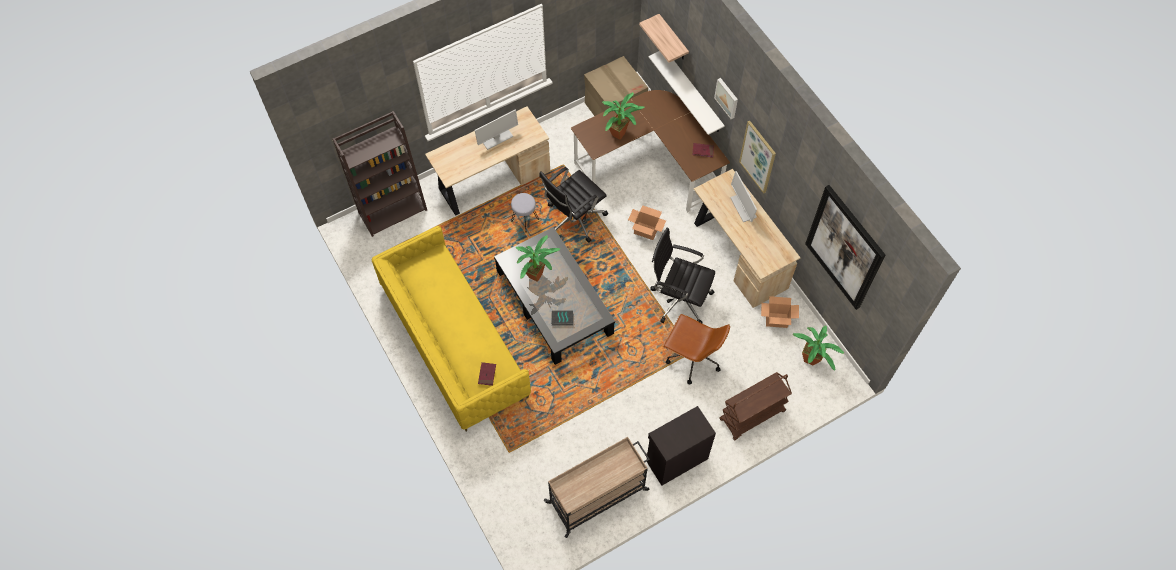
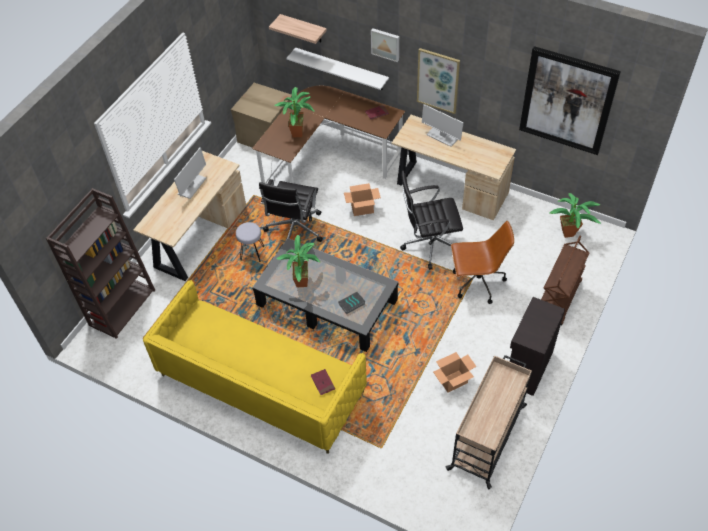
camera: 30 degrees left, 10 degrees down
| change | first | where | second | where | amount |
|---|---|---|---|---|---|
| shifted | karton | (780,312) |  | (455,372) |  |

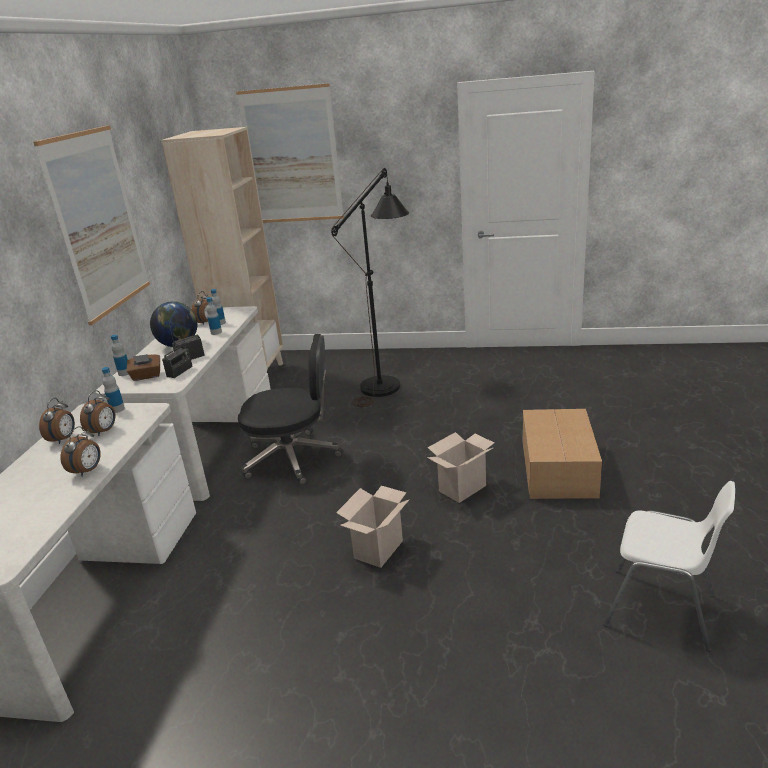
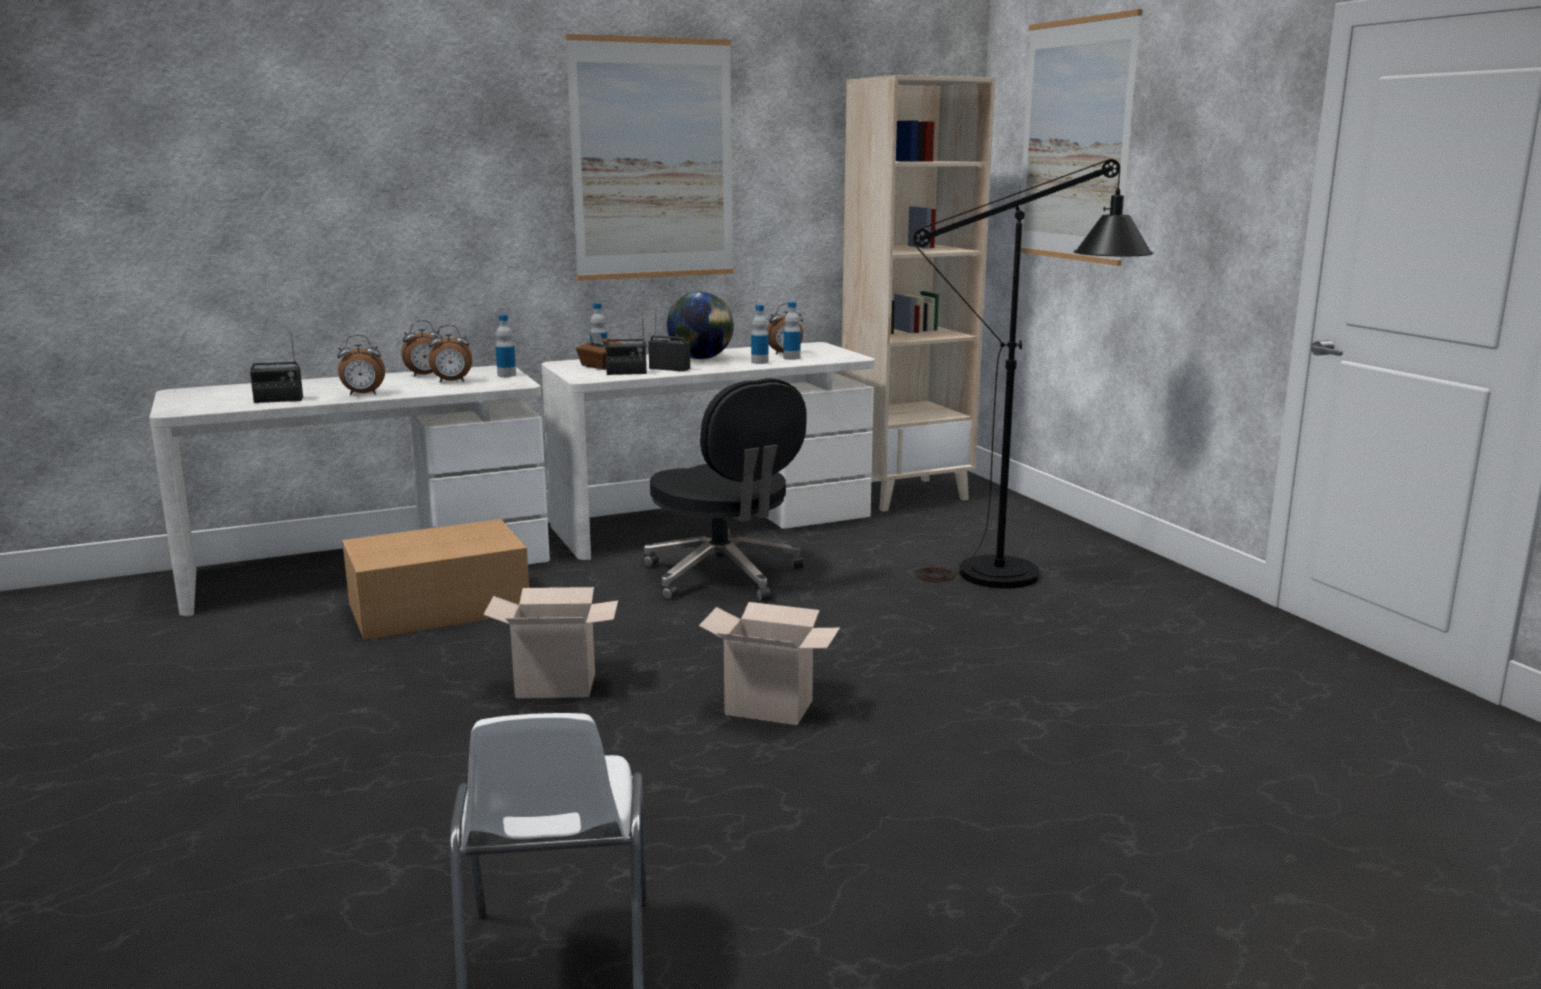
camera: 55 degrees right, 10 degrees down
| change | first | where | second | where | amount |
|---|---|---|---|---|---|
| new |  |  | radio | (276,368) |  |
| shifted | karton | (562,454) |  | (435,579) |  |

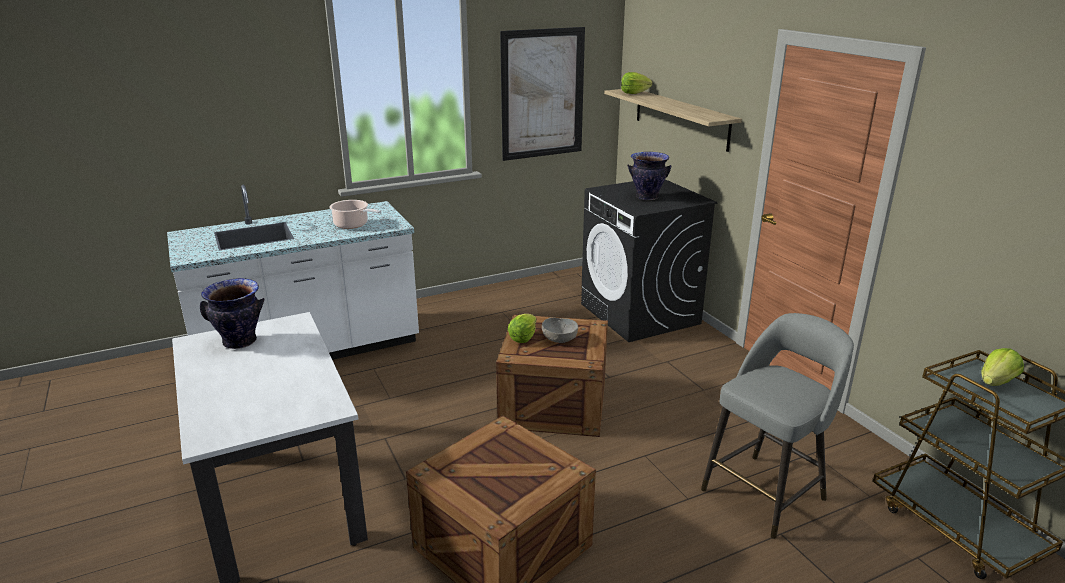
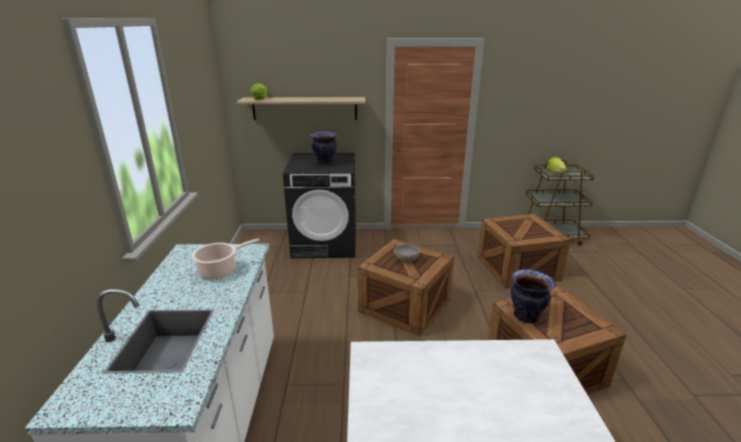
camera: 65 degrees left, 0 degrees up
| change | first | where | second | where | amount |
|---|---|---|---|---|---|
| gone | obraz | (542,94) |  |  |  |
| gone | sałata | (522,328) |  |  |  |
| shifted | wazon | (232,313) |  | (533,296) |  |
| swapped | stołek [szary] | (777,426) | skrzynka | (524,251) |  |

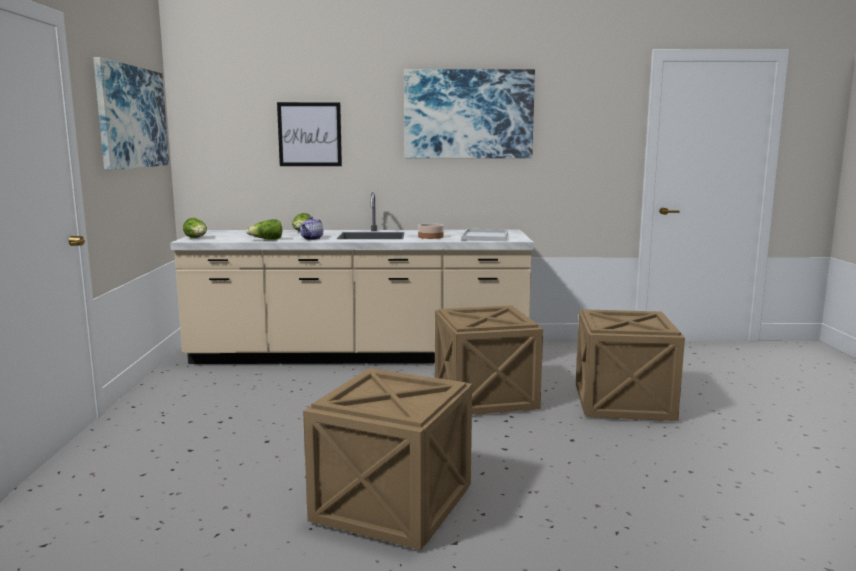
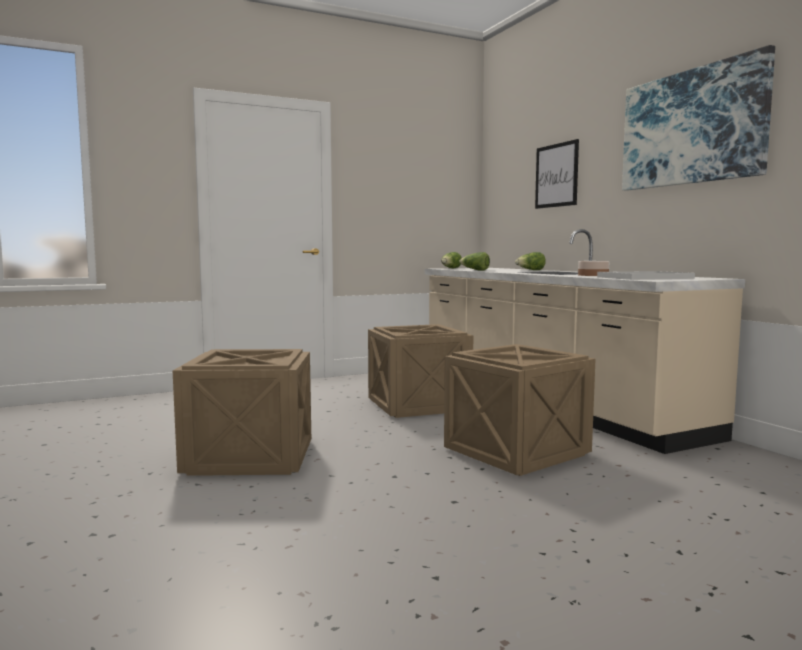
camera: 65 degrees right, 5 degrees down
| change | first | where | second | where | amount |
|---|---|---|---|---|---|
| gone | obraz | (131,113) |  |  |  |
| gone | imbryk | (311,228) |  |  |  |
| shifted | skrzynka | (630,365) |  | (420,371) |  |

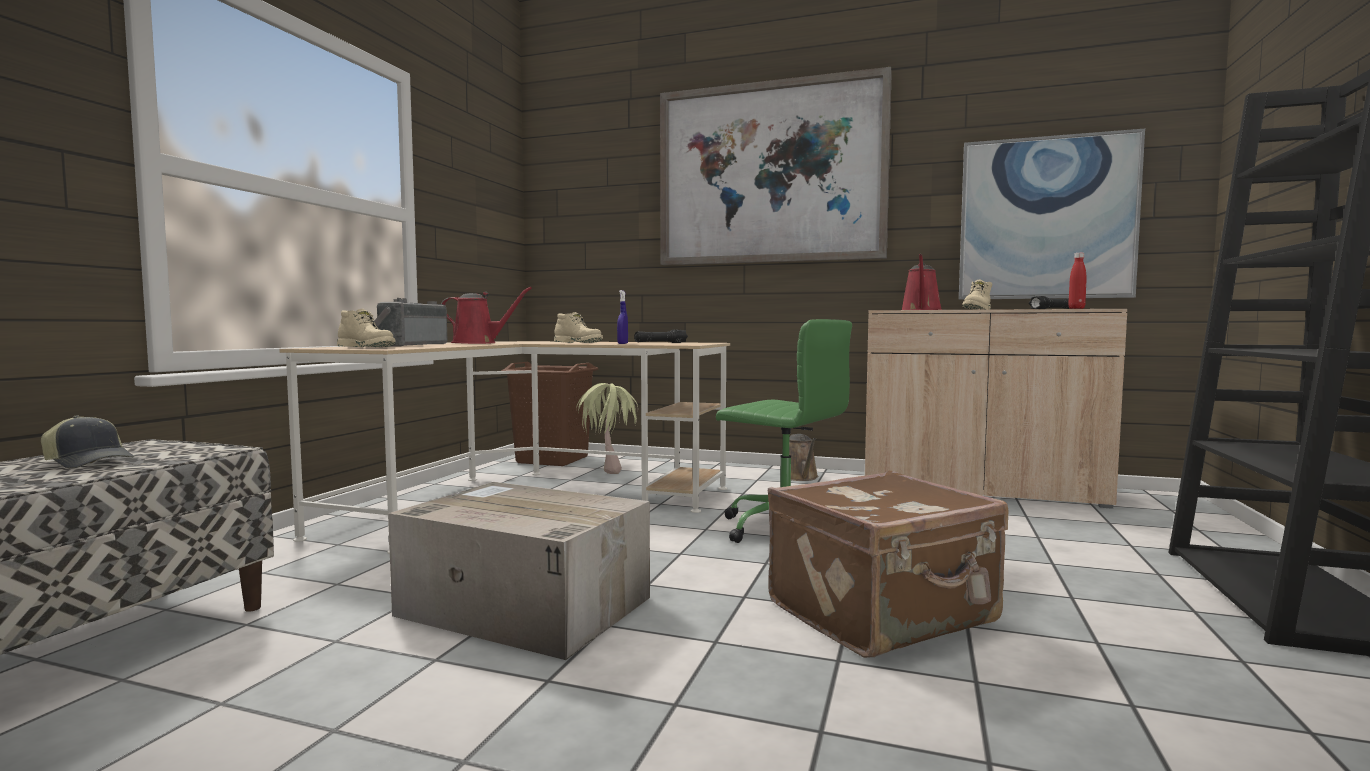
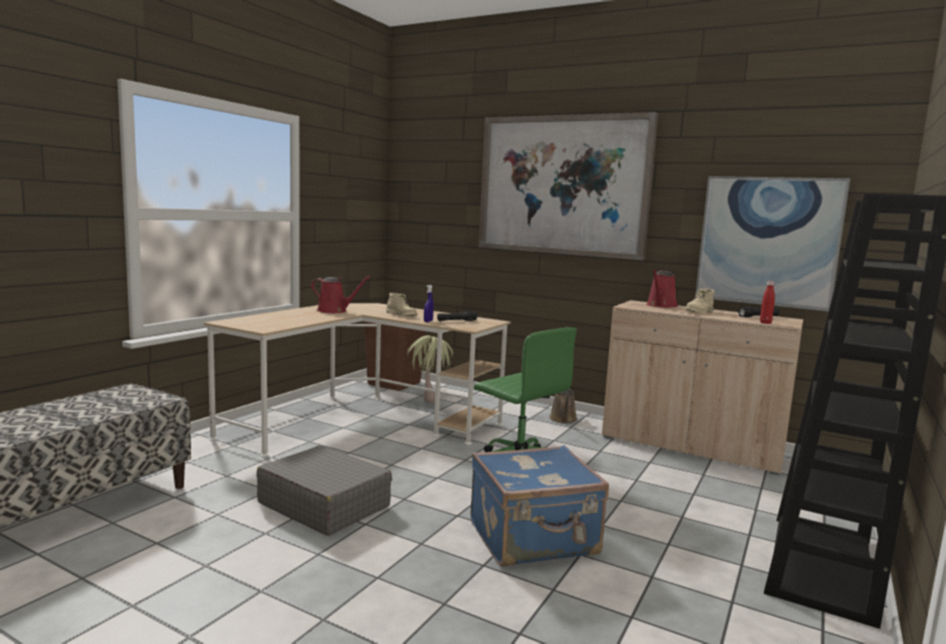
camera: 10 degrees right, 5 degrees up
| change | first | where | second | where | amount |
|---|---|---|---|---|---|
| gone | czapka z daszkiem | (87,441) |  |  |  |
| gone | but z cholewką [beżowy] | (366,328) |  |  |  |
| gone | radio | (410,322) |  |  |  |
| swapped | karton | (519,571) | walizka [szary] | (324,490) |  |
| repainted | walizka [brązowy] | (888,564) | walizka [niebieski] | (540,506) |  |

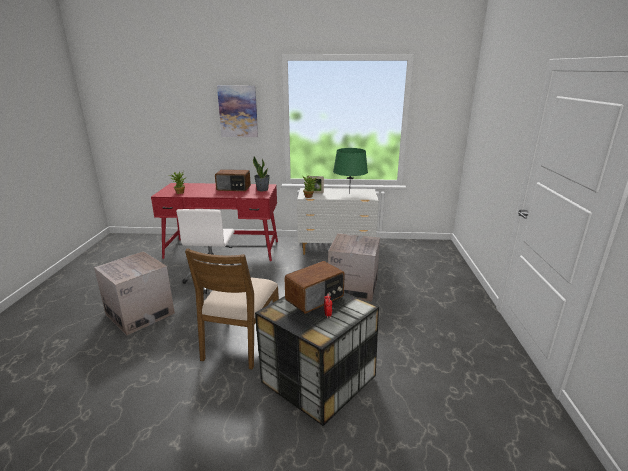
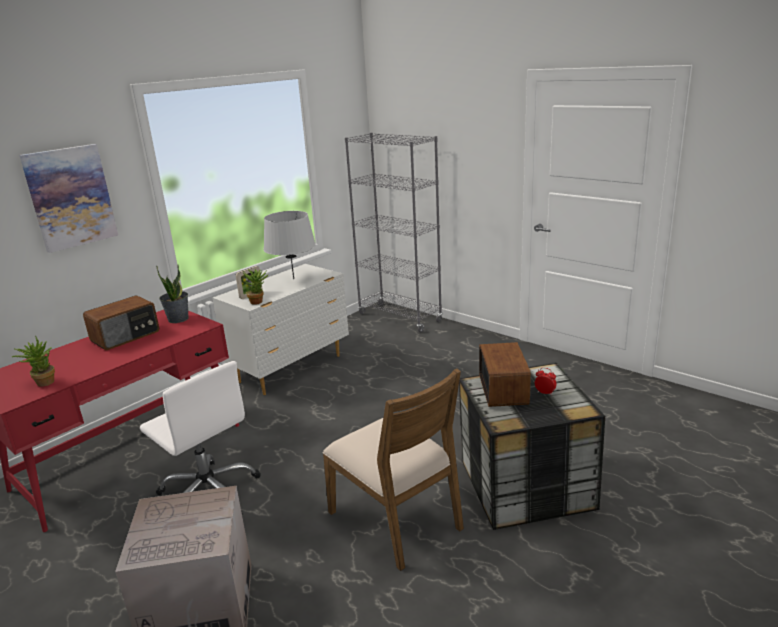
camera: 50 degrees left, 0 degrees up
| change | first | where | second | where | amount |
|---|---|---|---|---|---|
| gone | karton | (354,267) |  |  |  |
| new |  |  | regał [szary] | (393,232) |  |
| repainted | lampa stołowa [zielony] | (350,171) | lampa stołowa [szary] | (290,245) |  |

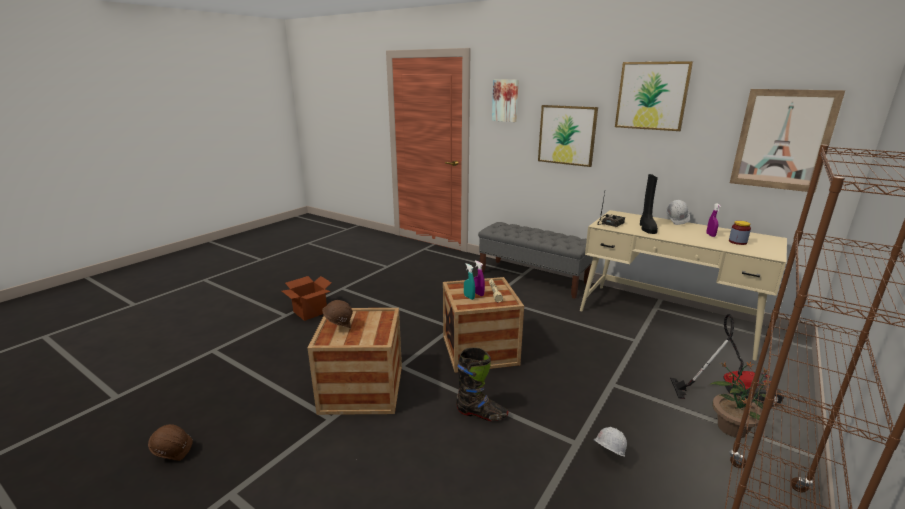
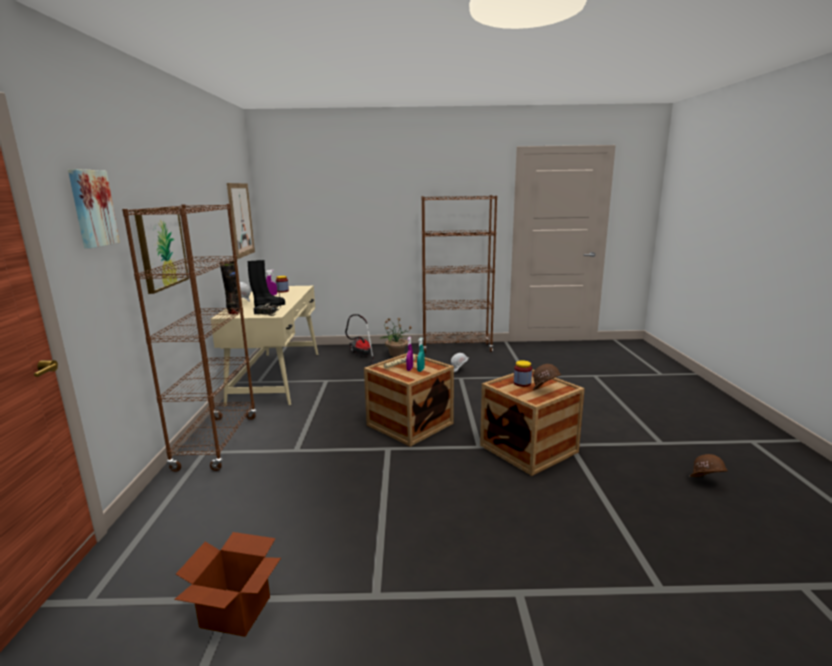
camera: 125 degrees left, 5 degrees down
| change | first | where | second | where | amount |
|---|---|---|---|---|---|
| gone | obraz | (654,96) |  |  |  |
| new |  |  | słoik | (523,373) |  |
| shifted | karton | (306,298) |  | (227,584) |  |
| shifted | but z cholewką [czarny] | (482,384) |  | (229,287) |  |
| swapped | ławka [szary] | (535,260) | regał [brązowy] | (189,338) |  |

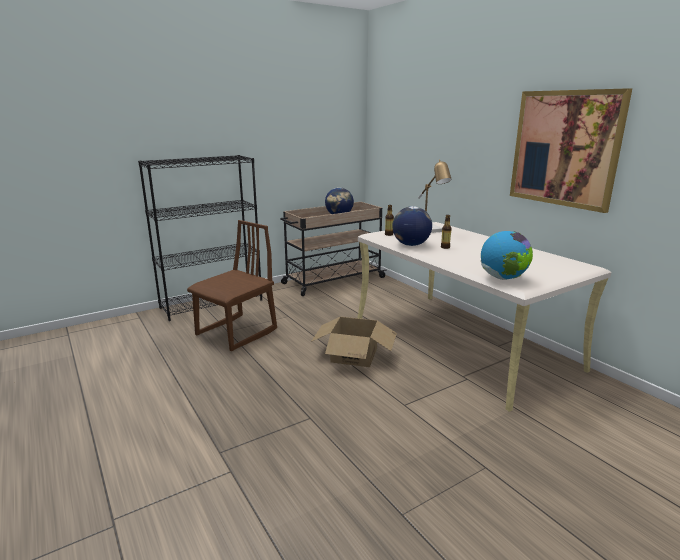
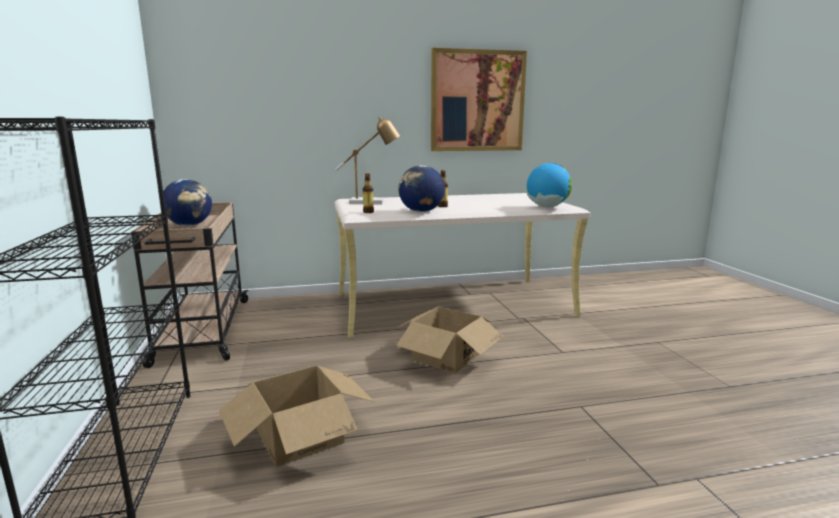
camera: 70 degrees left, 5 degrees down
| change | first | where | second | where | amount |
|---|---|---|---|---|---|
| swapped | krzesło [brązowy] | (232,285) | karton | (296,416) |  |

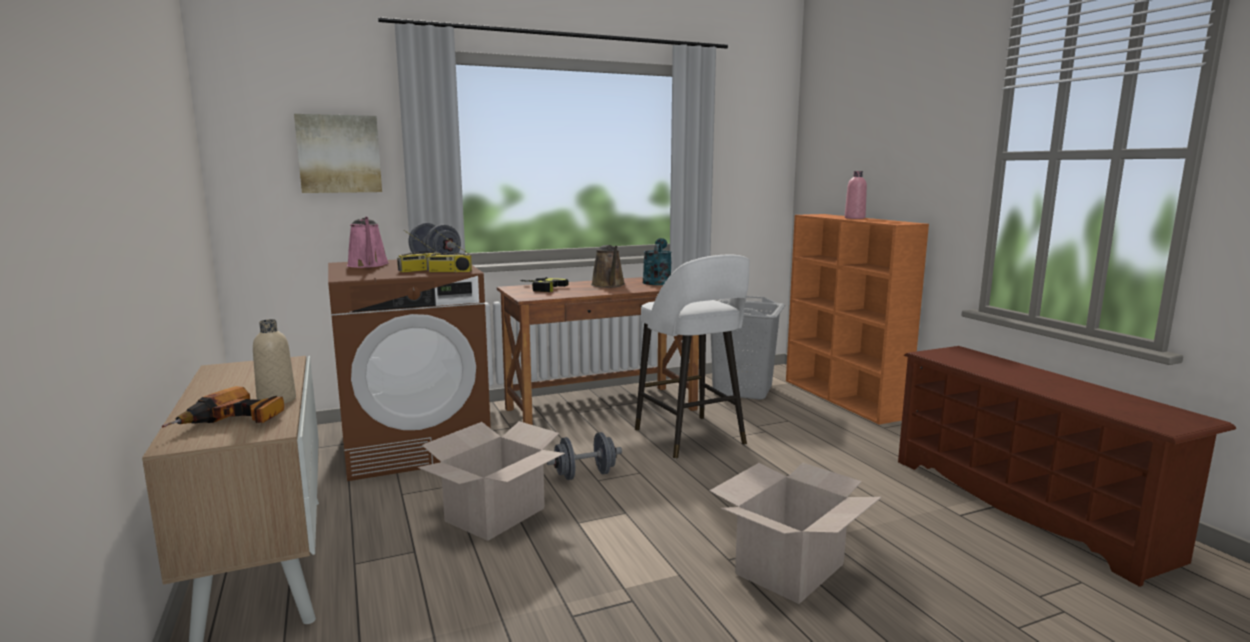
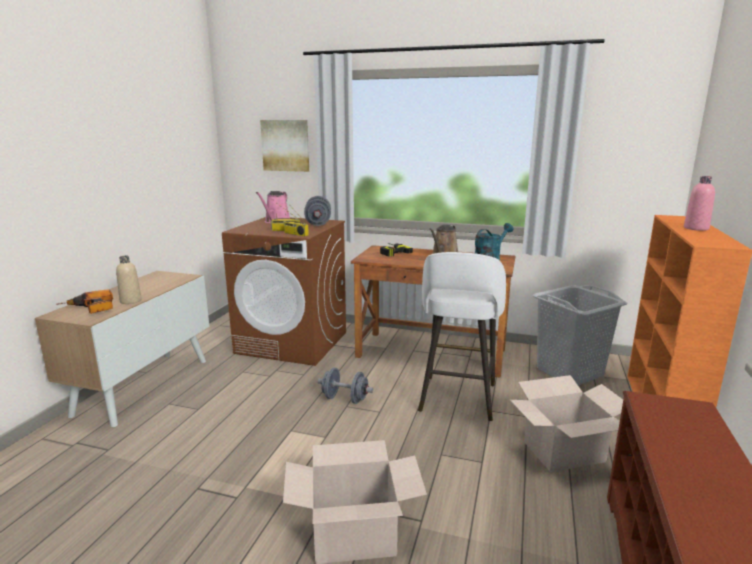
camera: 40 degrees right, 5 degrees up
| change | first | where | second | where | amount |
|---|---|---|---|---|---|
| shifted | karton | (491,481) |  | (566,423) |  |

